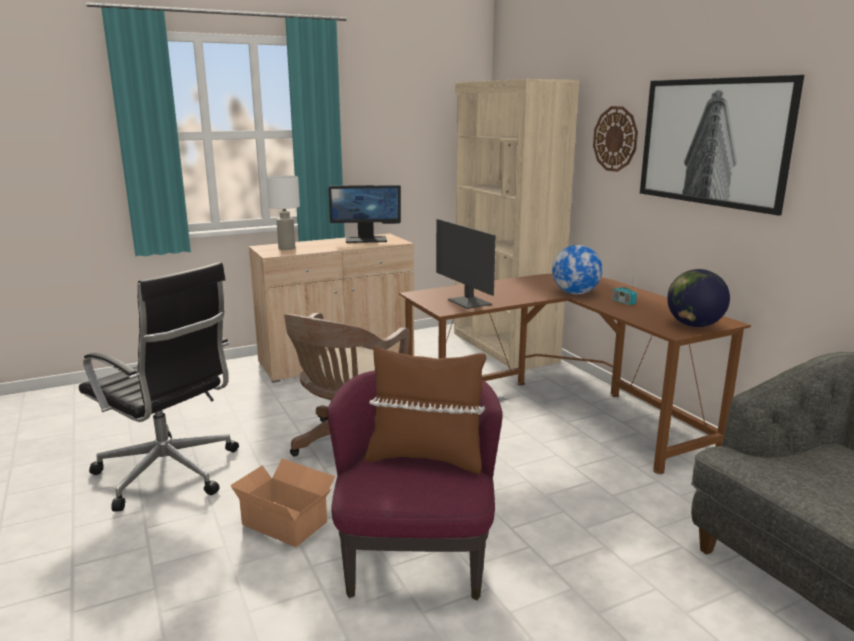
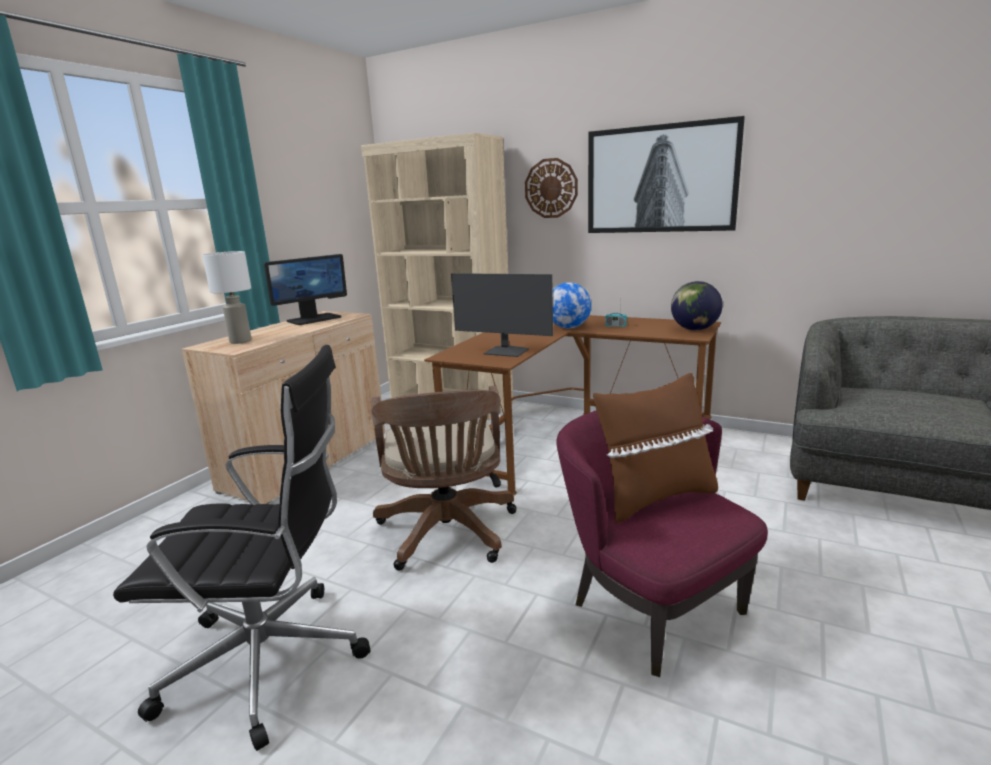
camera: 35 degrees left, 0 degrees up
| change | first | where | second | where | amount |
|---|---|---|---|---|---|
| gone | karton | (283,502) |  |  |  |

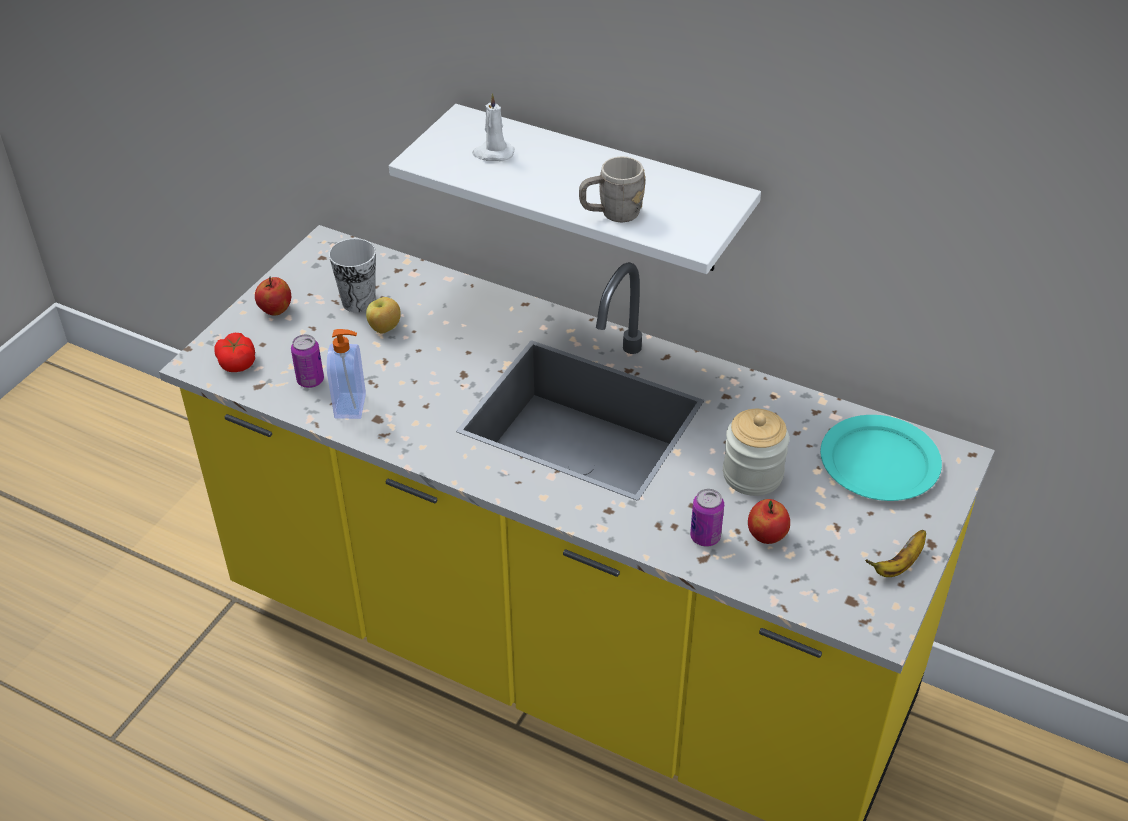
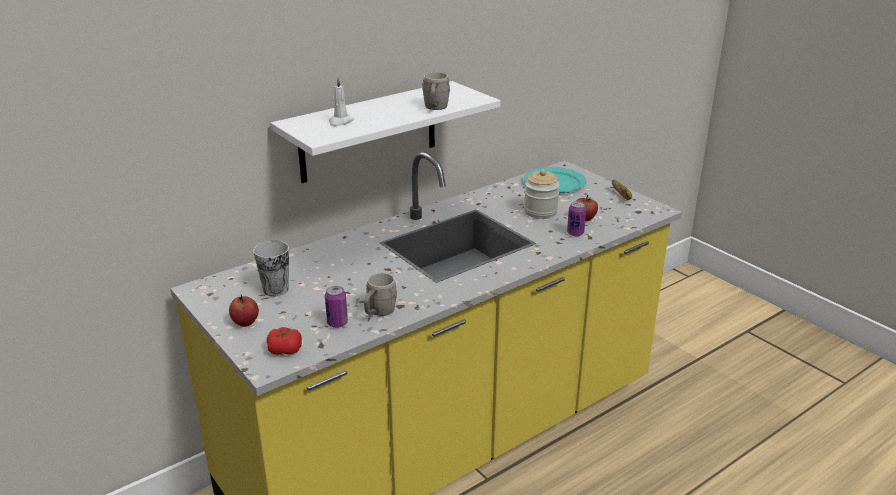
camera: 65 degrees left, 15 degrees down
| change | first | where | second | where | amount |
|---|---|---|---|---|---|
| gone | jabłko | (383,315) |  |  |  |
| swapped | dozownik mydła | (346,374) | kubek [szary] | (380,294) |  |

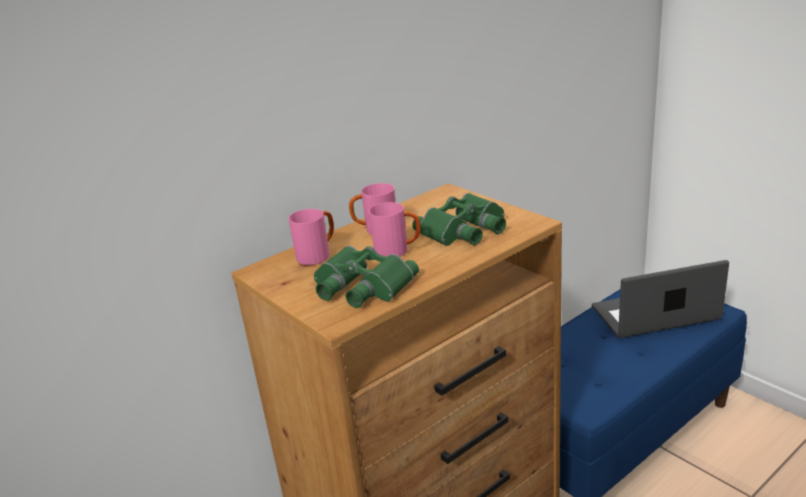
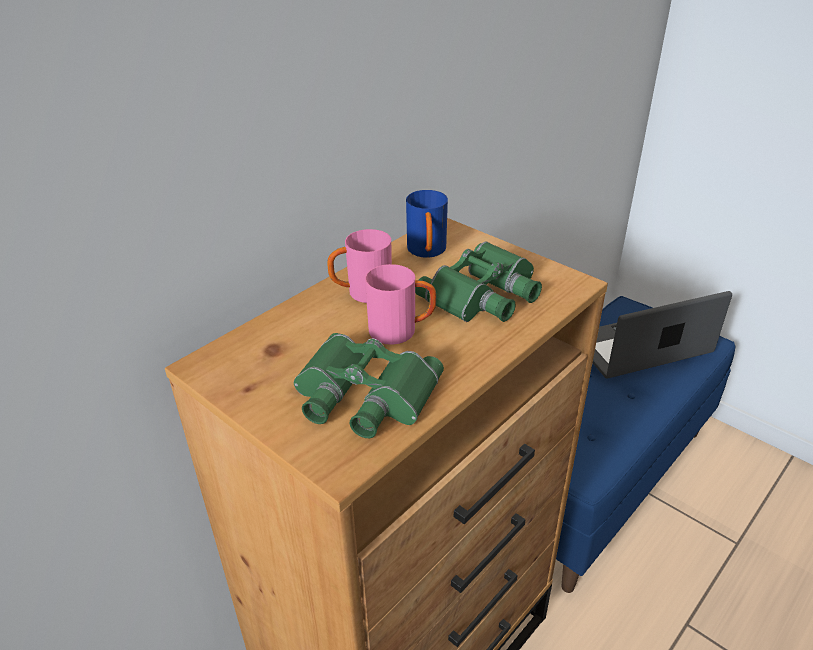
camera: 10 degrees left, 10 degrees up
| change | first | where | second | where | amount |
|---|---|---|---|---|---|
| gone | kubek [różowy] | (311,237) |  |  |  |
| new |  |  | kubek [niebieski] | (427,224) |  |

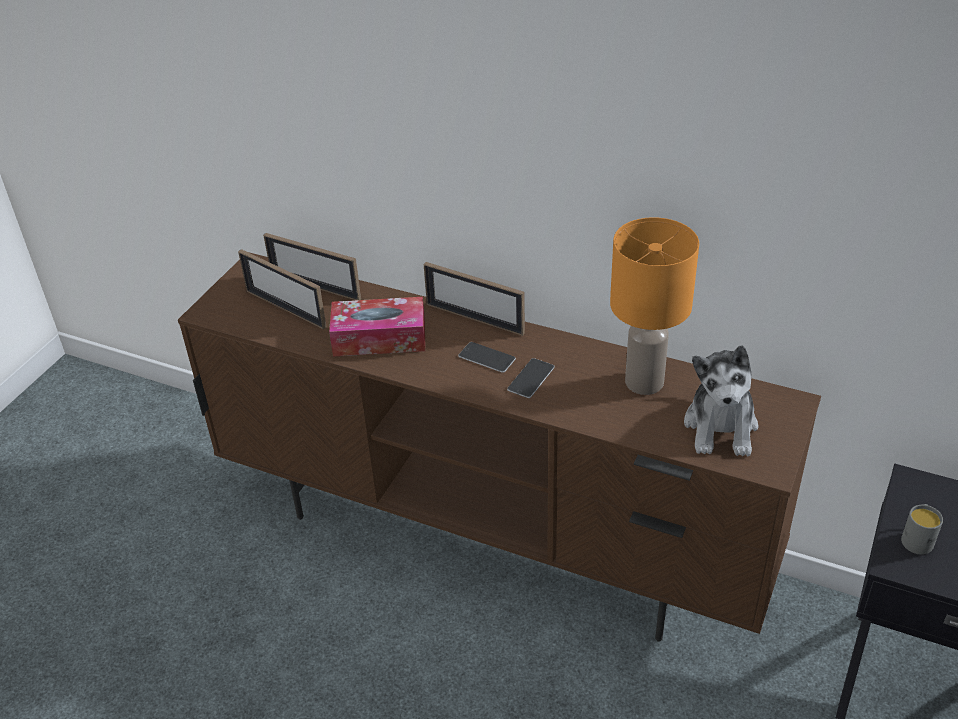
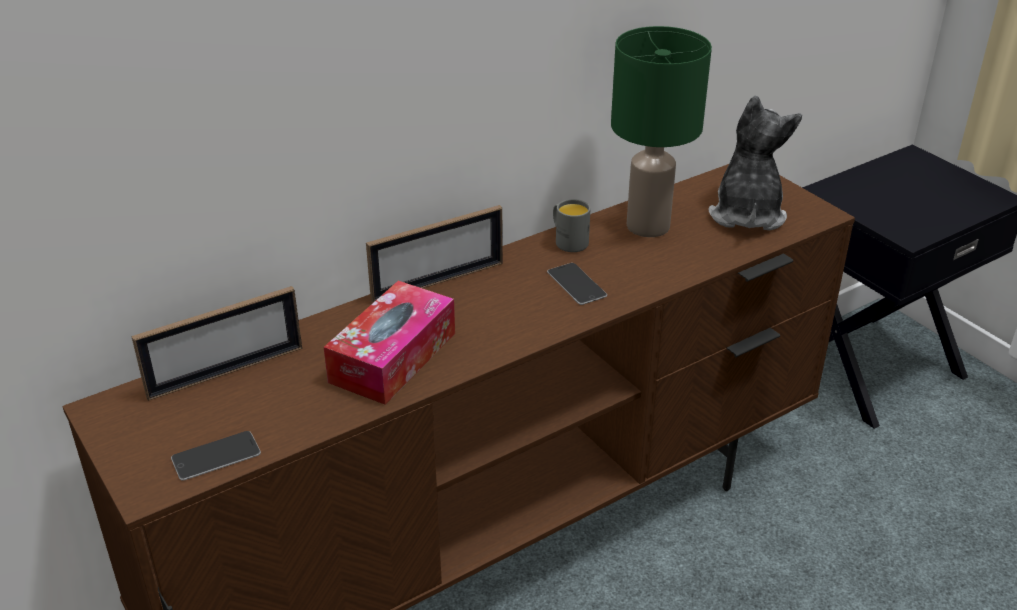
camera: 60 degrees left, 5 degrees down
| change | first | where | second | where | amount |
|---|---|---|---|---|---|
| gone | ramka na zdjęcie | (282,289) |  |  |  |
| shifted | telefon | (487,357) |  | (216,456) |  |
| shifted | kubek [szary] | (922,529) |  | (571,225) |  |
| repainted | lampa stołowa [pomarańczowy] | (654,306) | lampa stołowa [zielony] | (661,131) |  |
| rotated | pluszak | (721,400) |  | (755,162) | 120 degrees counterclockwise |

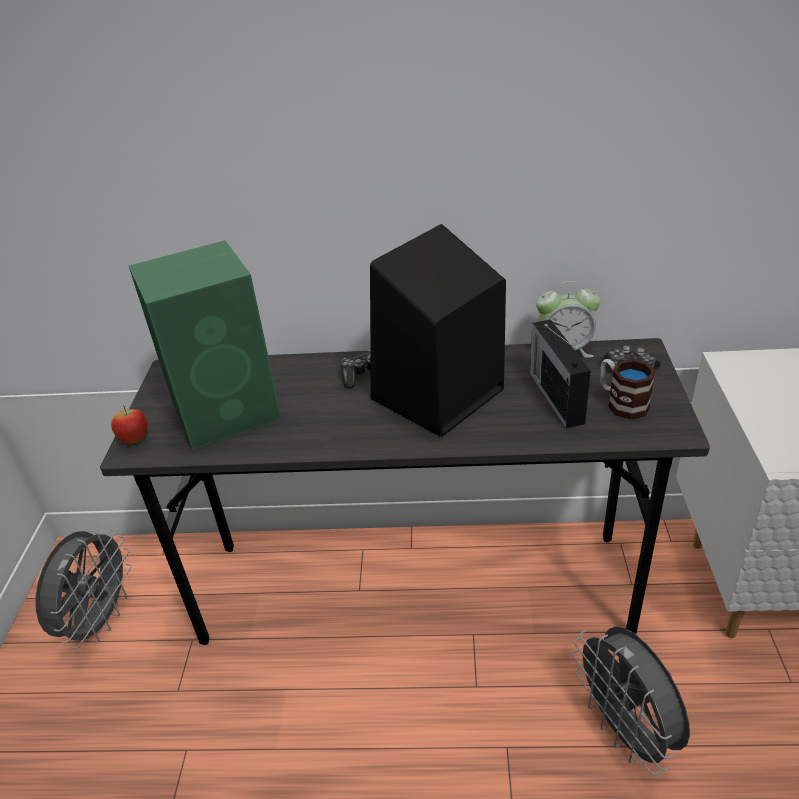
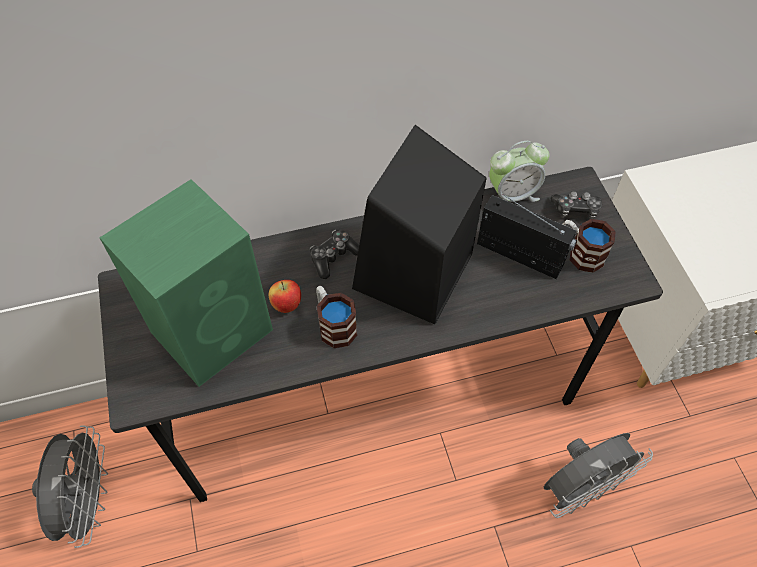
camera: 20 degrees left, 20 degrees up
| change | first | where | second | where | amount |
|---|---|---|---|---|---|
| new |  |  | kubek | (336,317) |  |
| shifted | jabłko | (129,424) |  | (285,296) |  |
| rotated | radio | (560,373) |  | (527,236) | 150 degrees clockwise |
| rotated | wentylator [szary] | (631,700) |  | (598,475) | 75 degrees counterclockwise |

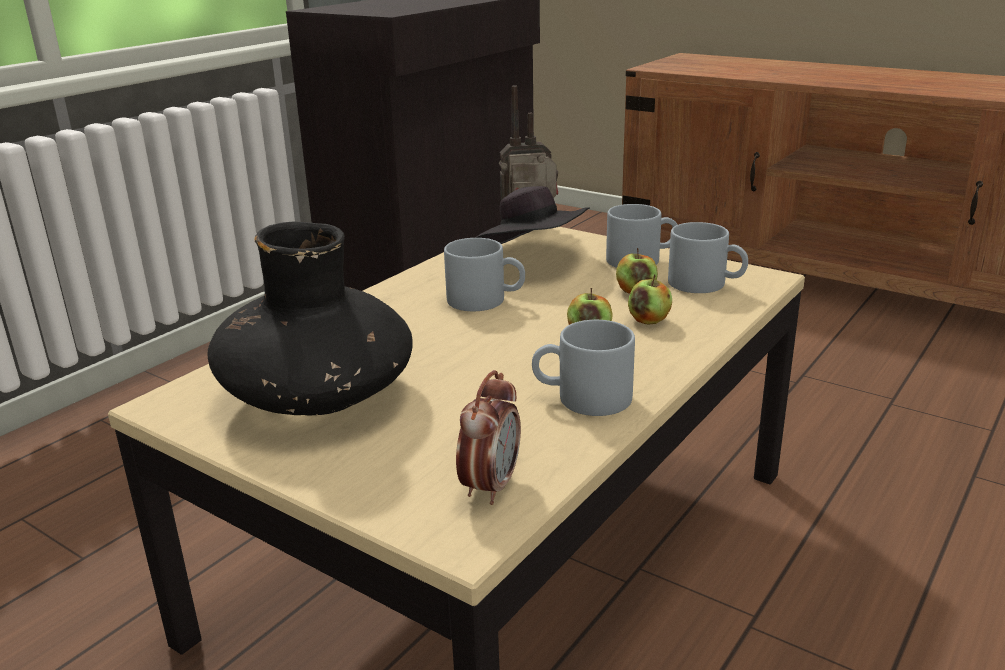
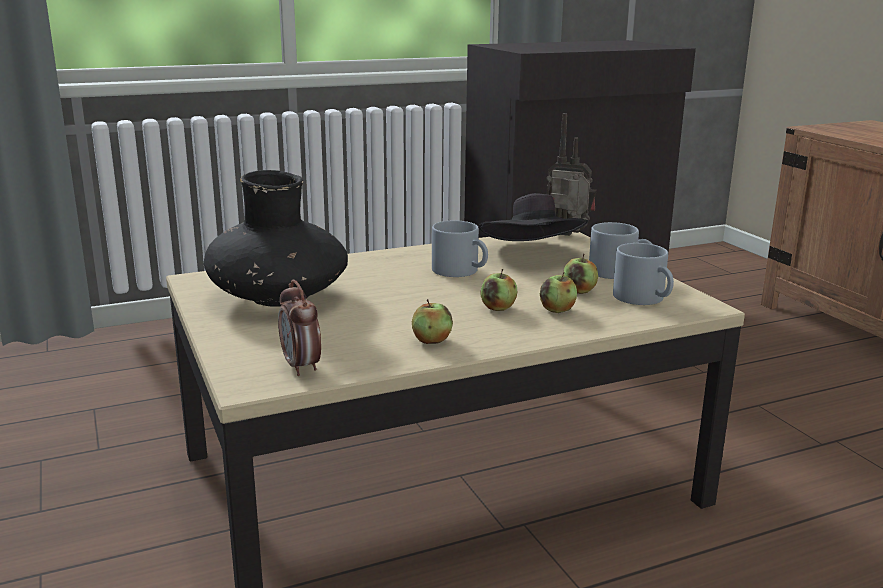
camera: 30 degrees right, 5 degrees down
| change | first | where | second | where | amount |
|---|---|---|---|---|---|
| swapped | kubek [szary] | (583,368) | jabłko | (432,321) |  |
| rotated | budzik | (488,437) |  | (299,328) | 105 degrees clockwise |

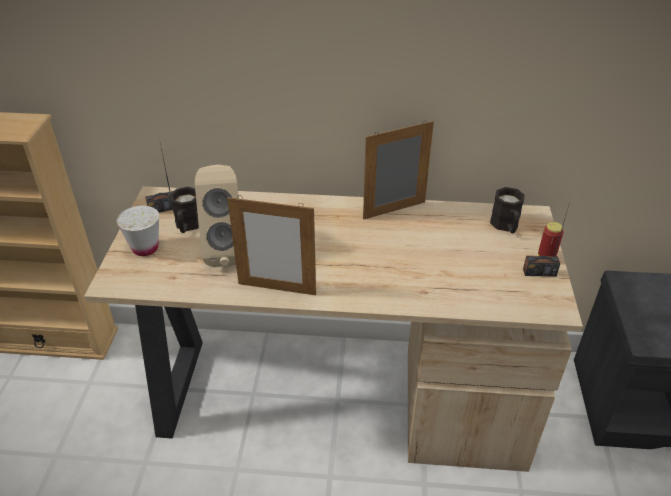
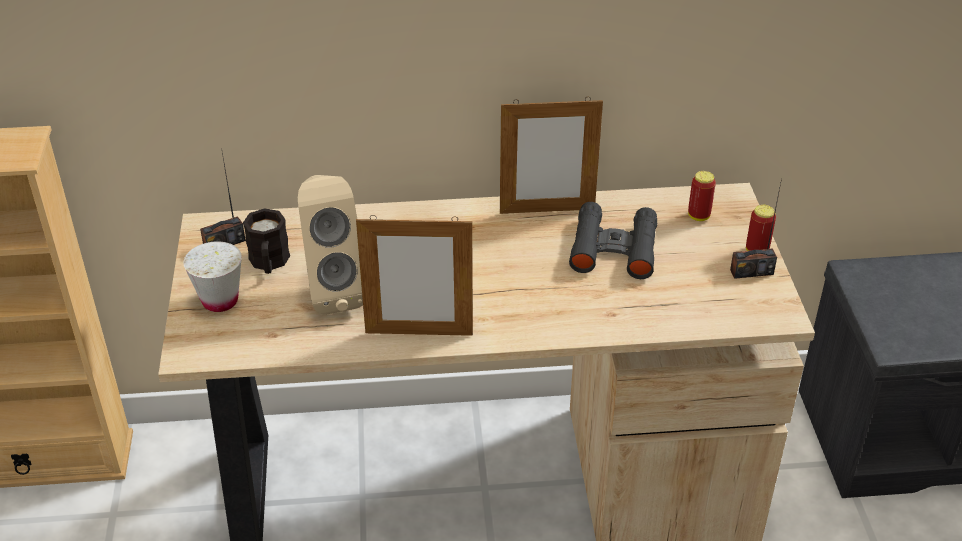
camera: 10 degrees left, 0 degrees up
| change | first | where | second | where | amount |
|---|---|---|---|---|---|
| new |  |  | lornetka [czarny] | (613,240) |  |
| swapped | kubek [czarny] | (507,210) | puszka | (702,196) |  |
| rotated | ramka na zdjęcie | (398,170) |  | (551,155) | 150 degrees counterclockwise |

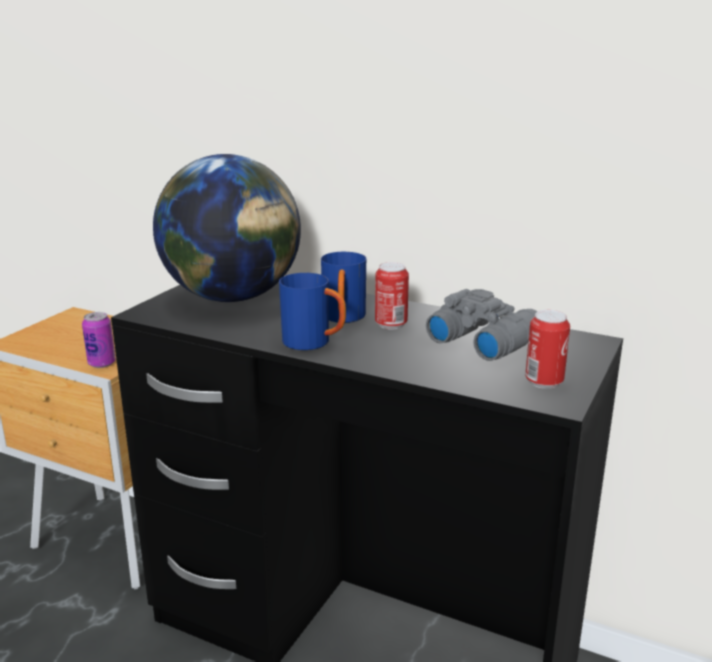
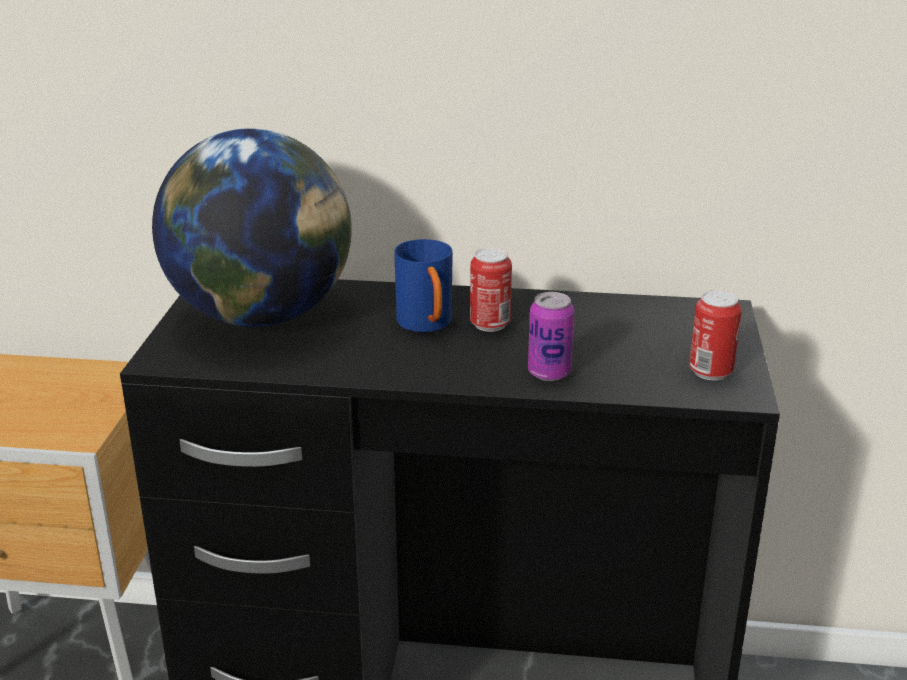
camera: 20 degrees left, 5 degrees up
| change | first | where | second | where | amount |
|---|---|---|---|---|---|
| gone | kubek [niebieski] | (312,311) |  |  |  |
| gone | lornetka [szary] | (482,325) |  |  |  |
| shifted | puszka | (99,340) |  | (551,336) |  |

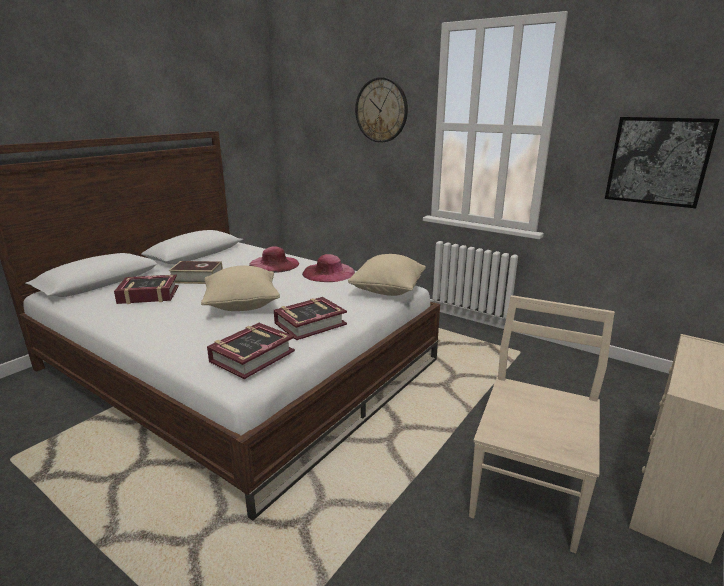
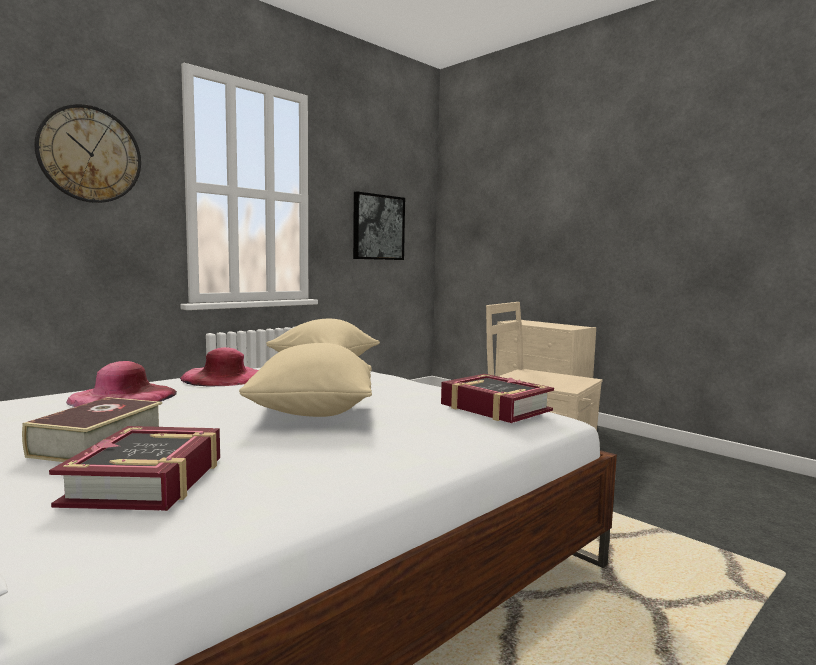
camera: 80 degrees left, 15 degrees down
| change | first | where | second | where | amount |
|---|---|---|---|---|---|
| gone | książka | (310,318) |  |  |  |

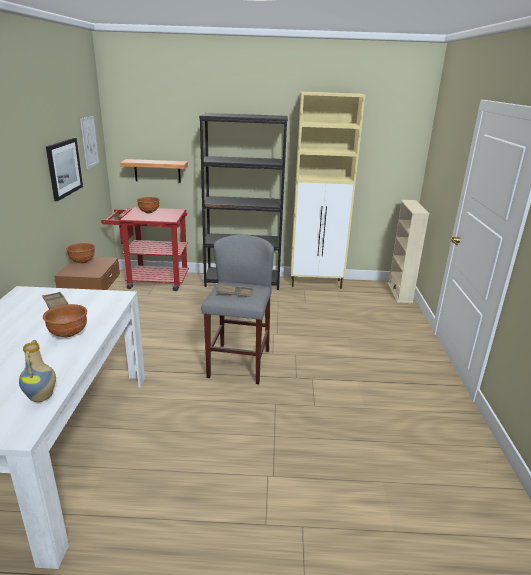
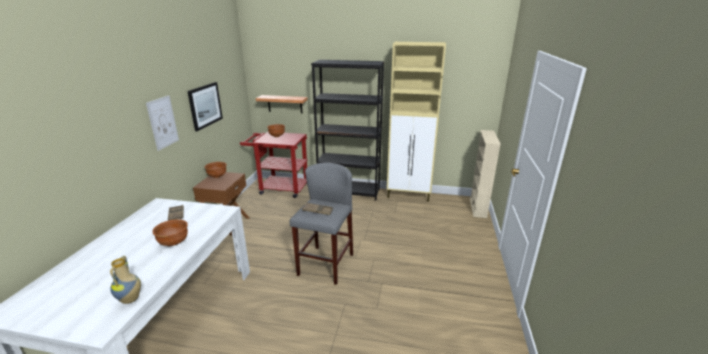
camera: 10 degrees right, 0 degrees up
| change | first | where | second | where | amount |
|---|---|---|---|---|---|
| shifted | obraz | (89,142) |  | (162,123) |  |

